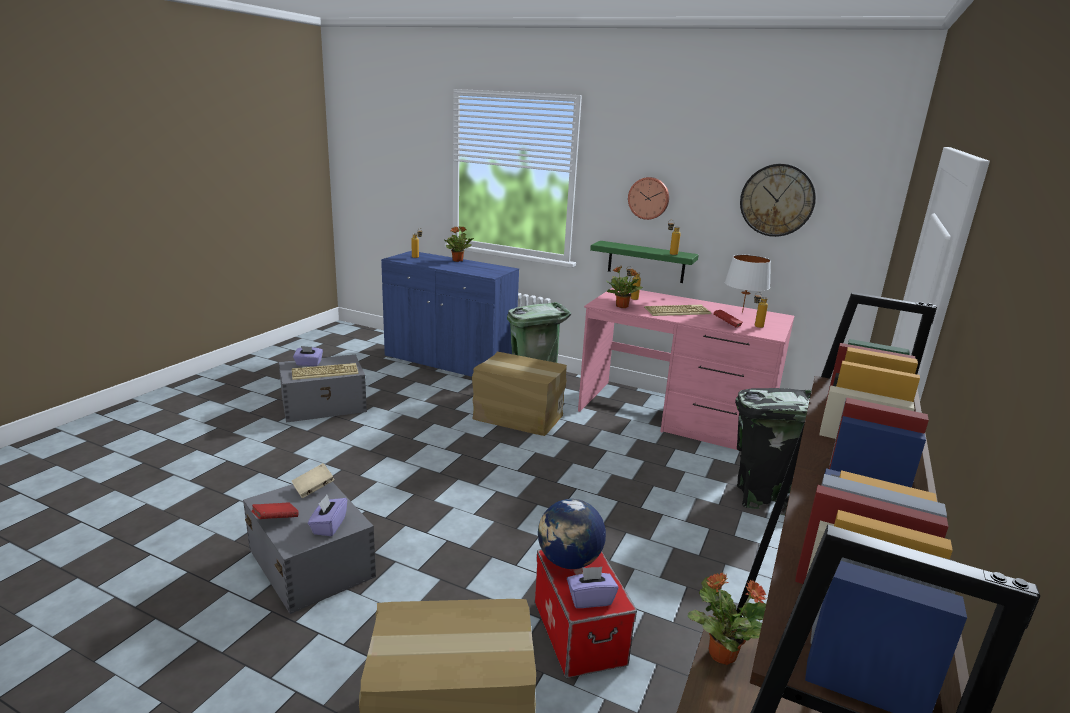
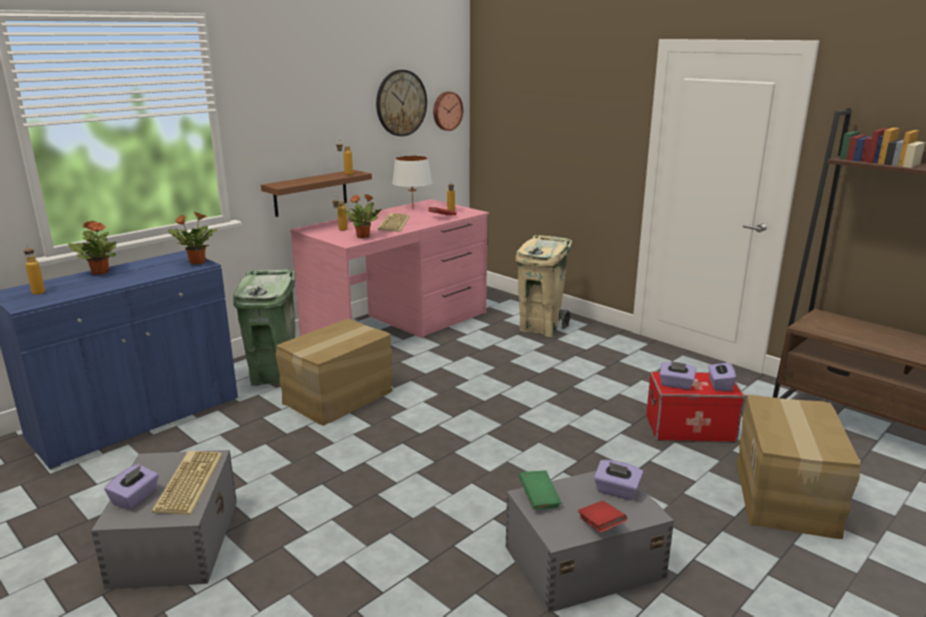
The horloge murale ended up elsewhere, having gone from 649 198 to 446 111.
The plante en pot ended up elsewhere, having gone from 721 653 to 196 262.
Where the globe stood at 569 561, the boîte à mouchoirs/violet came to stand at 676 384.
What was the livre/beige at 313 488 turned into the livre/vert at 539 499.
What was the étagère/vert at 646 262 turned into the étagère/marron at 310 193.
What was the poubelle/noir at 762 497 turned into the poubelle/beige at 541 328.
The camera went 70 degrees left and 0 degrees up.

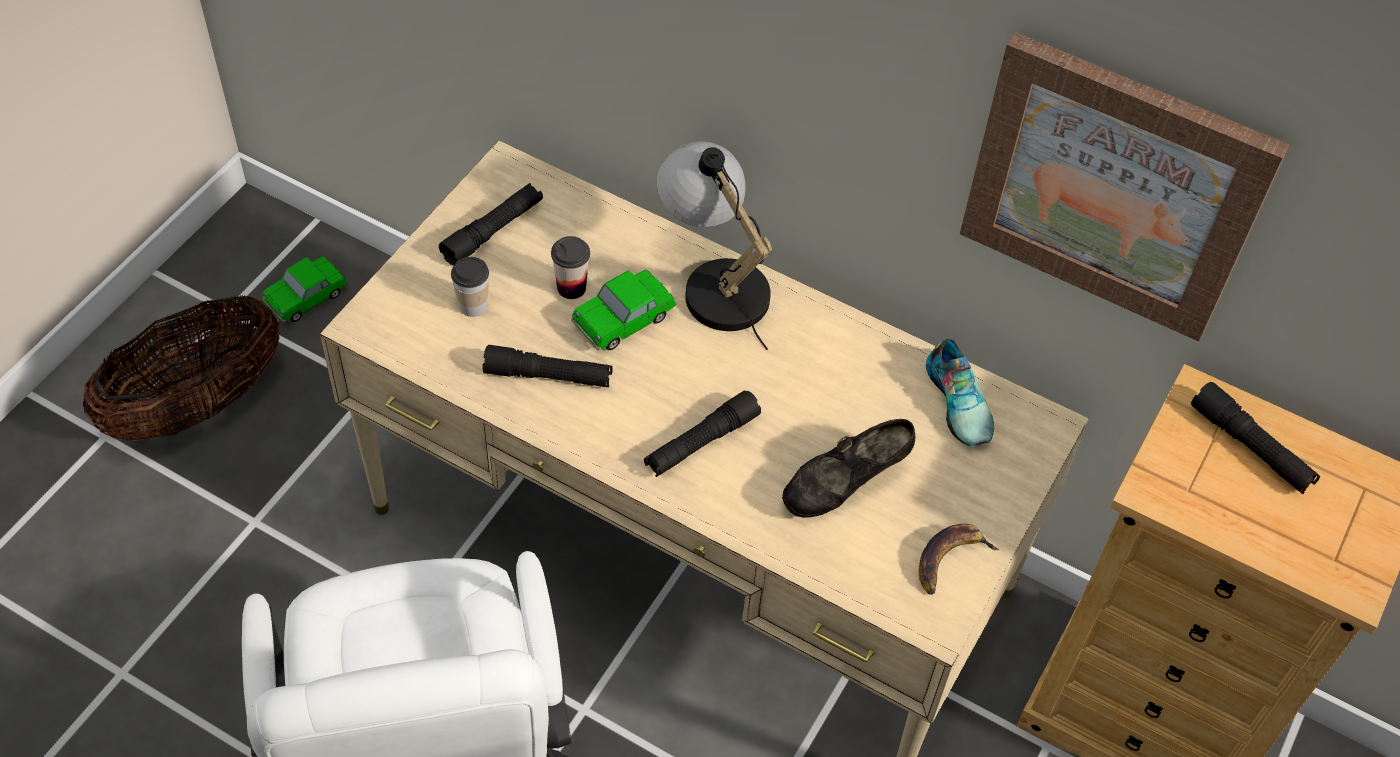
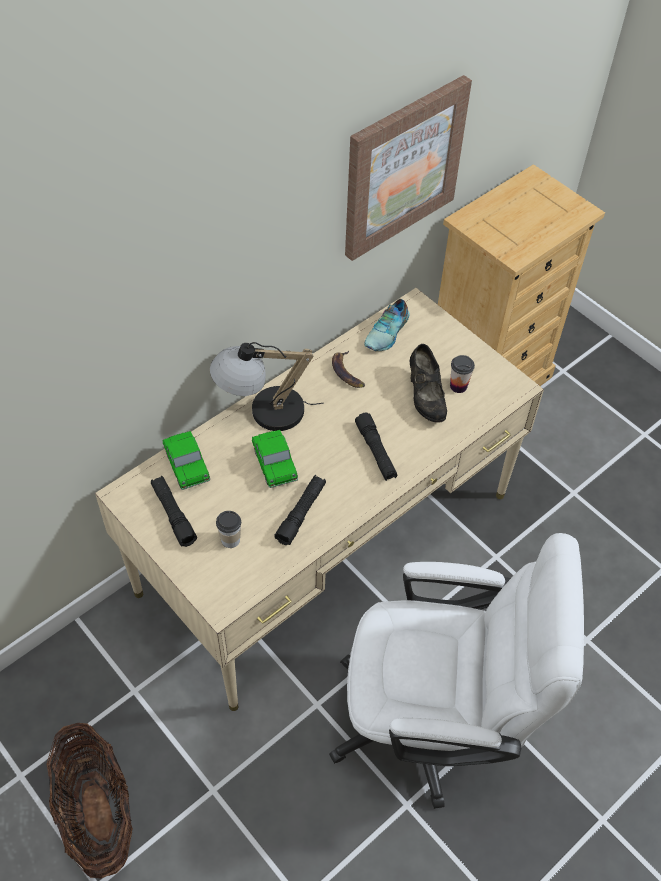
The second view lost the lampe de poche/noir at 1250 447.
The petite voiture ended up elsewhere, having gone from 306 298 to 187 466.
The tasse ended up elsewhere, having gone from 571 288 to 458 386.
The banane ended up elsewhere, having gone from 949 559 to 346 372.
The chaussure at 960 401 ended up facing another way, 120 degrees clockwise from before.
The camera went 70 degrees left and 0 degrees up.

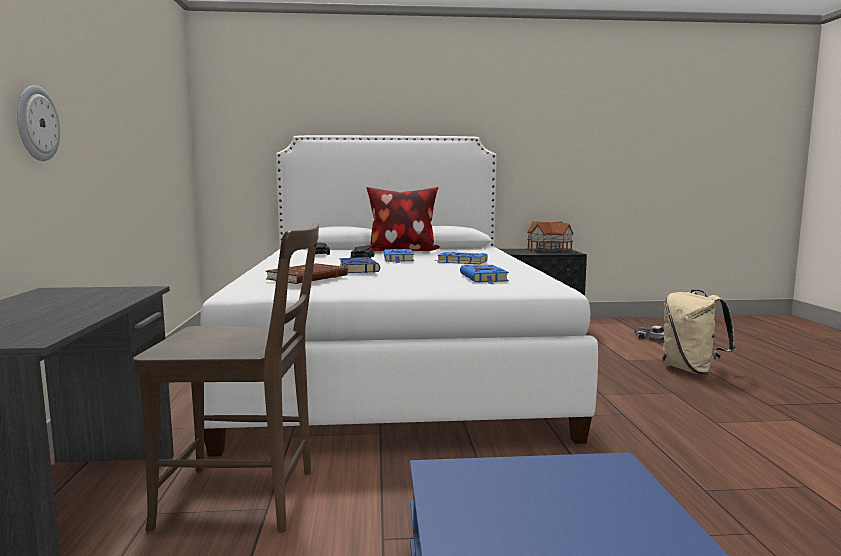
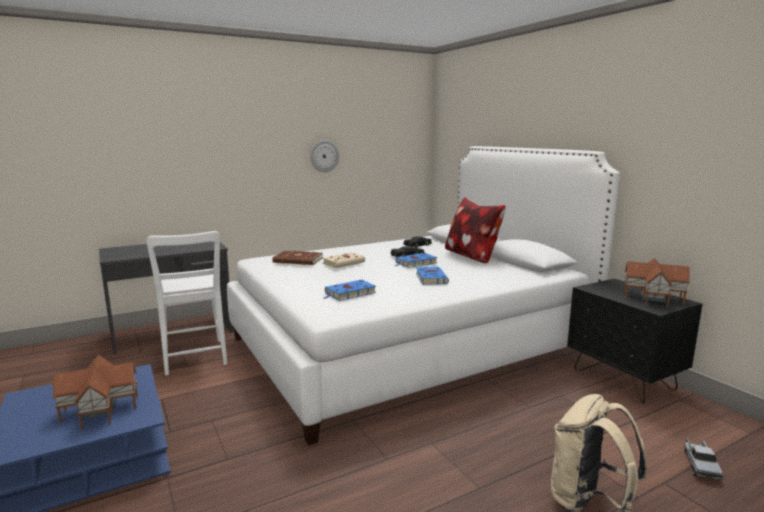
The second view gained the maison miniature at 99 410.
The horloge murale ended up elsewhere, having gone from 36 123 to 324 156.
What was the chaise/marron at 246 499 turned into the chaise/blanc at 195 359.
What was the livre/bleu at 358 269 turned into the livre/beige at 344 263.
The camera went 65 degrees right and 5 degrees up.

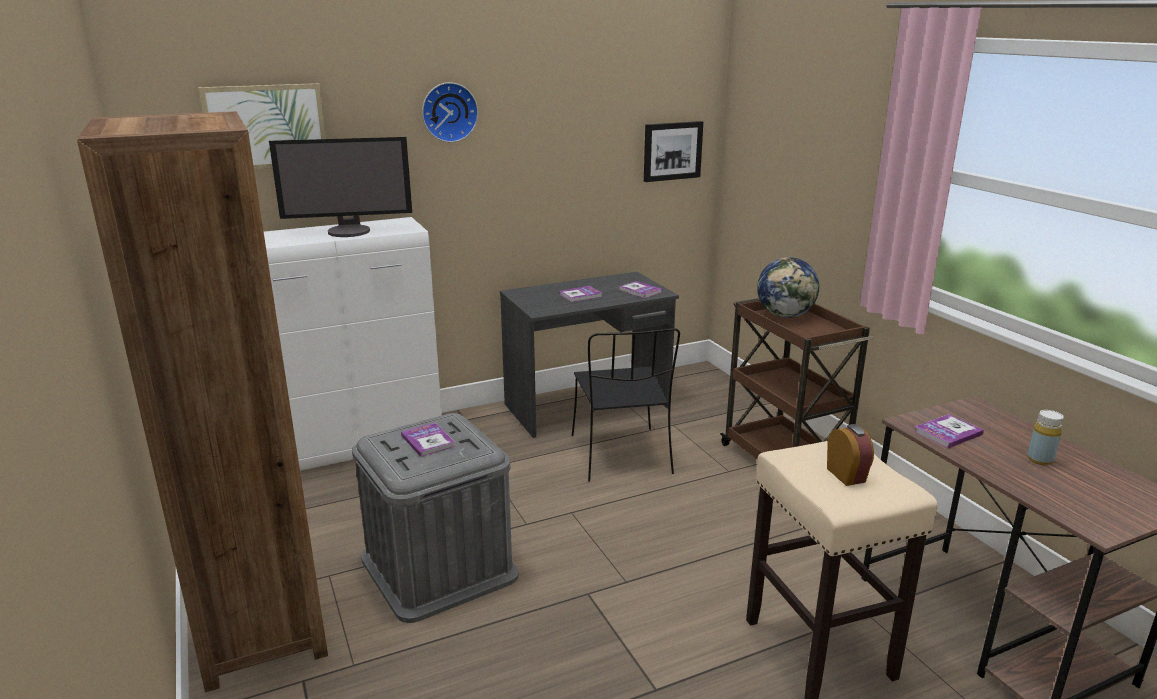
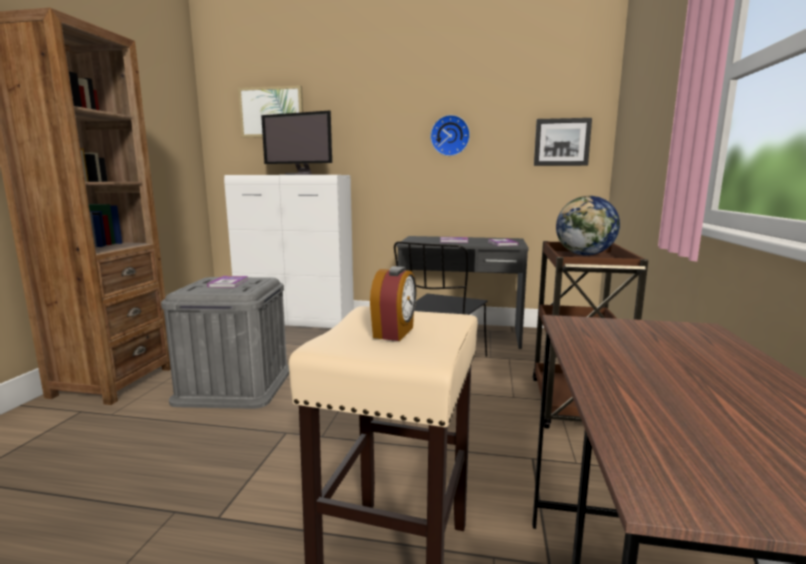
The second view lost the livre at 948 433.
The second view lost the bouteille/jaune at 1040 460.
The horloge murale ended up elsewhere, having gone from 449 112 to 450 135.
The camera went 35 degrees right and 10 degrees down.

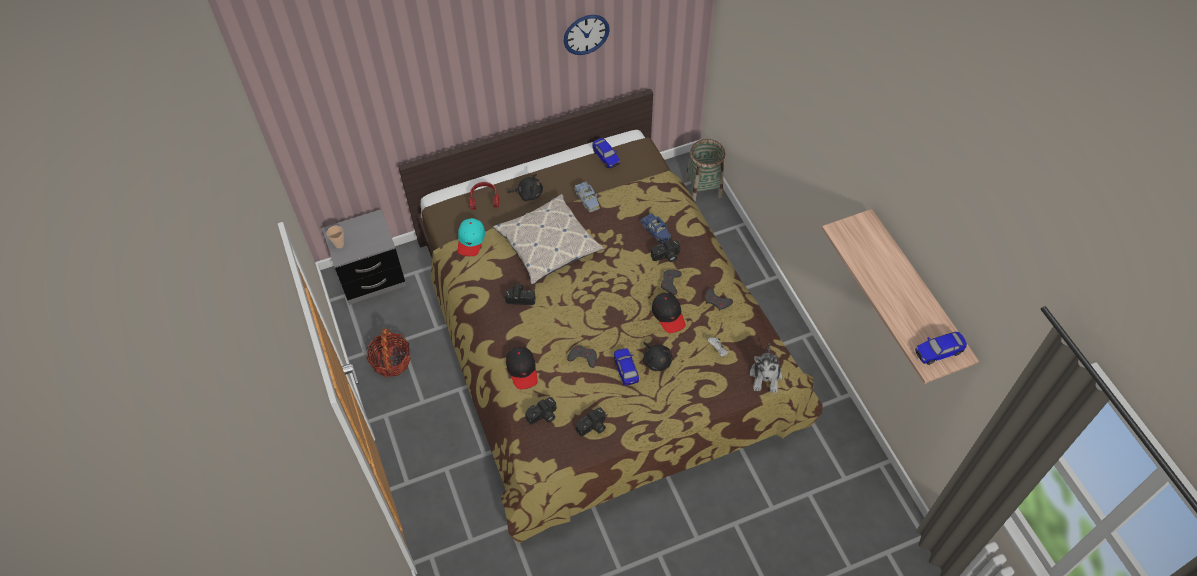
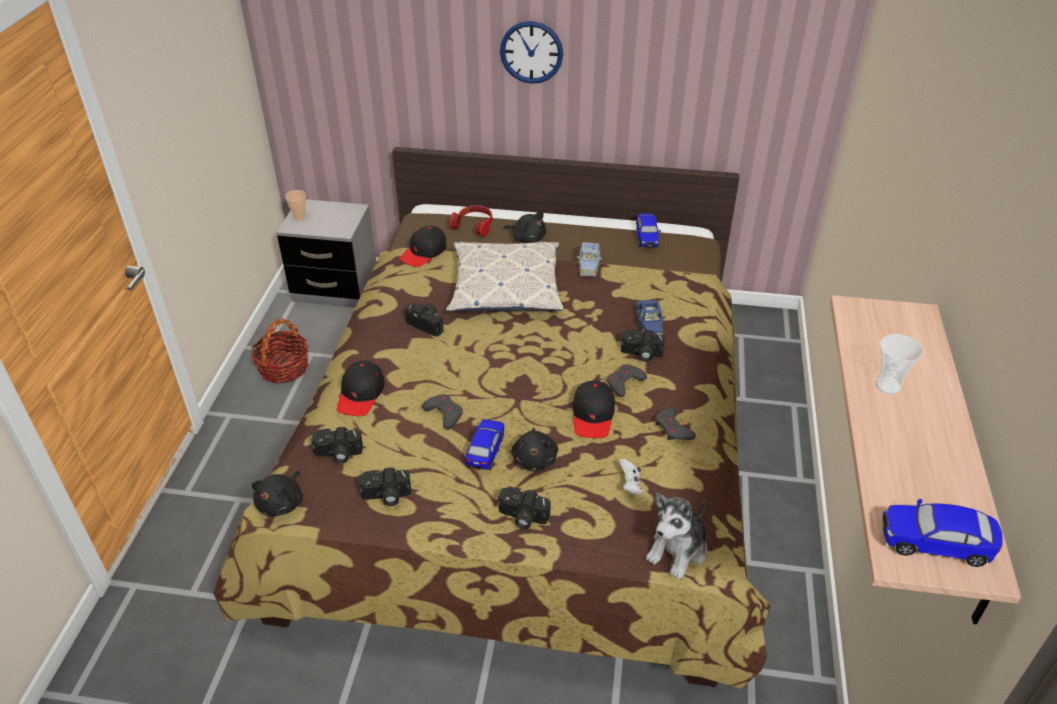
The second view lost the panier at 703 188.
The second view gained the peluche/noir at 282 503.
The second view gained the appareil photo at 522 517.
The second view gained the tasse at 888 386.
The horloge murale ended up elsewhere, having gone from 586 34 to 531 52.
What was the casquette/turquoise at 471 240 turned into the casquette/noir at 424 252.
The camera went 30 degrees right and 15 degrees down.

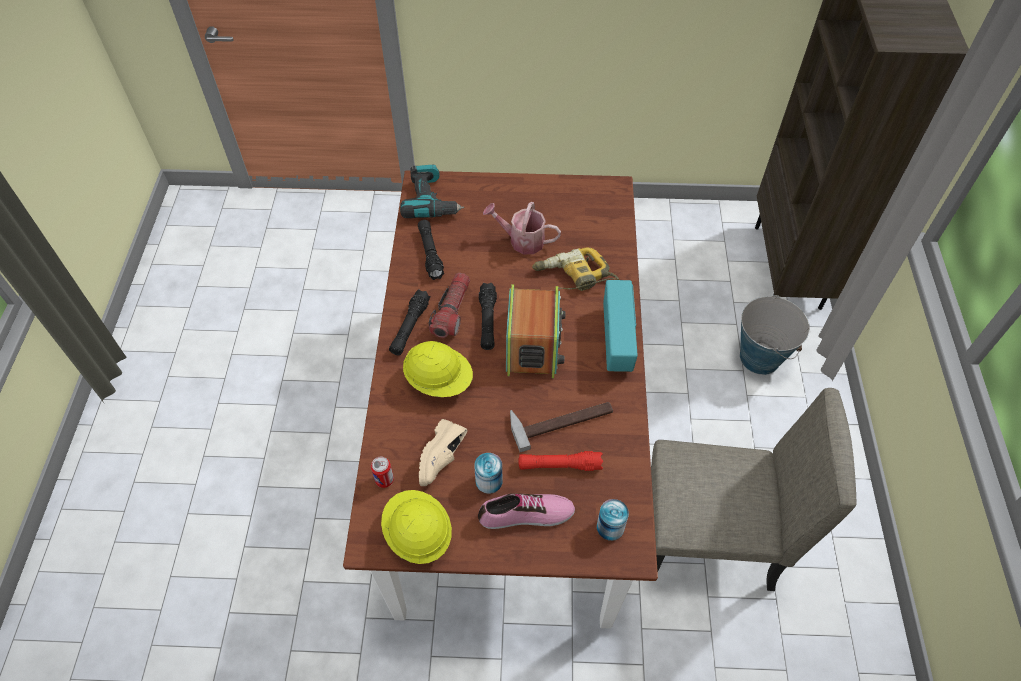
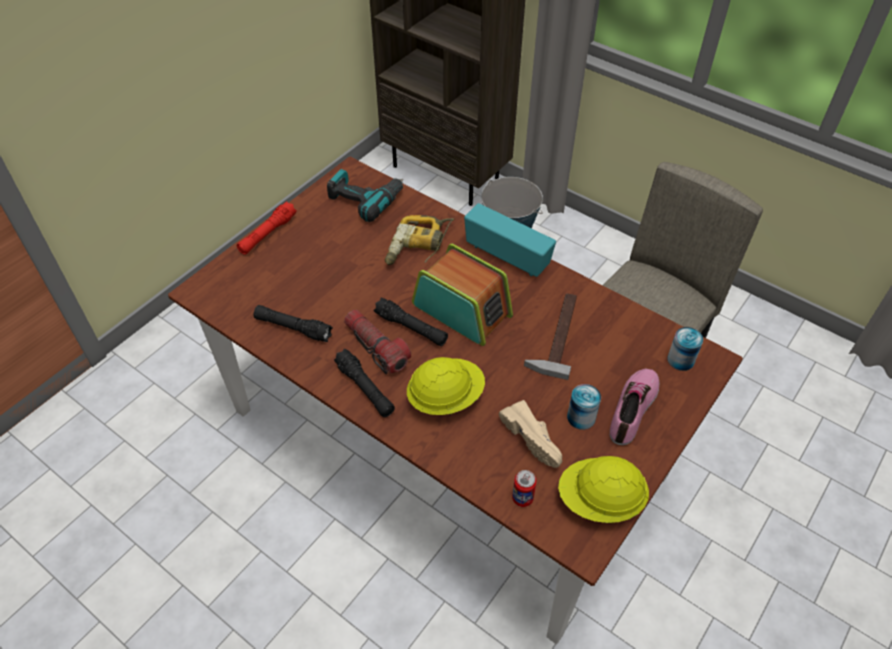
The second view lost the arrosoir at 522 240.
The perceuse ended up elsewhere, having gone from 431 200 to 365 199.
The lampe de poche/rouge ended up elsewhere, having gone from 559 465 to 267 234.
The camera went 55 degrees left and 5 degrees down.

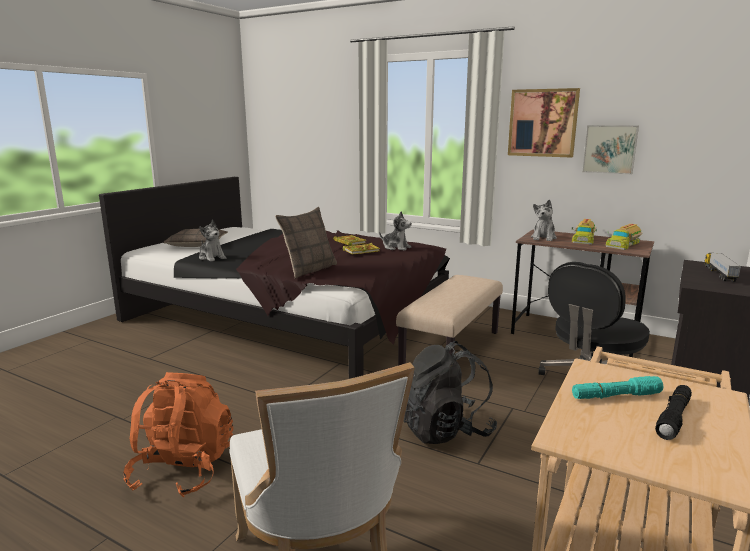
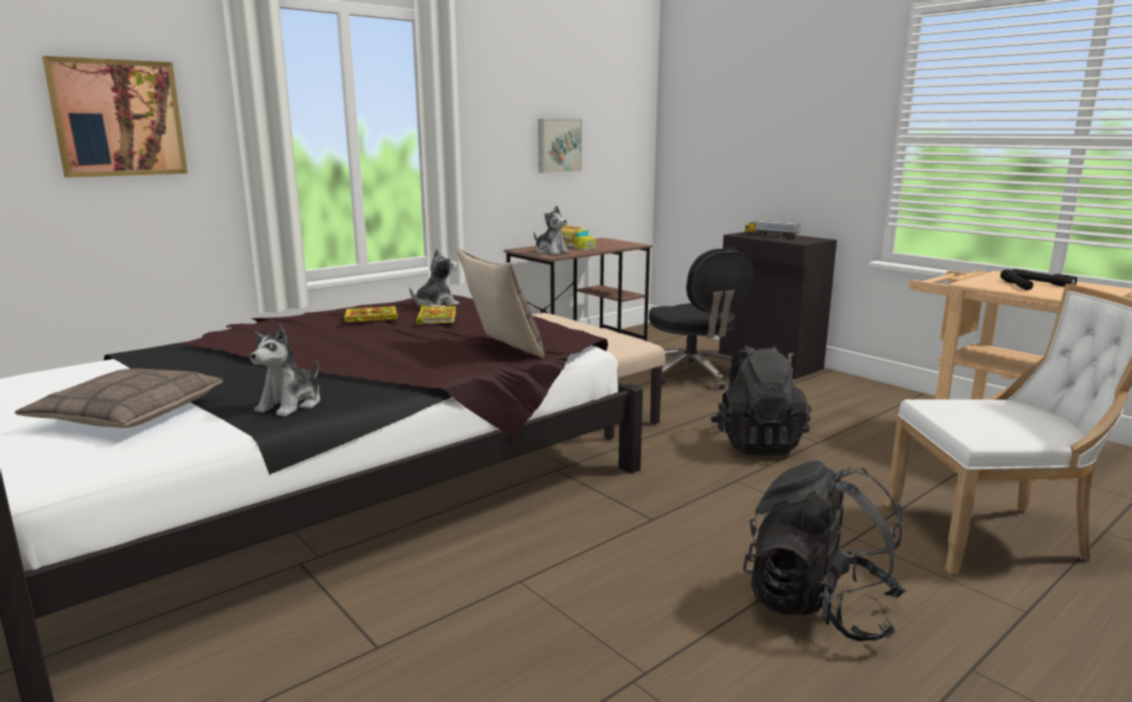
The second view lost the camion jouet at 623 244.
The tableau ended up elsewhere, having gone from 542 123 to 118 118.
What was the sac à dos/orange at 183 470 turned into the sac à dos/noir at 818 607.
What was the lampe de poche/turquoise at 615 396 turned into the lampe de poche/noir at 1015 285.
The peluche at 212 257 ended up facing another way, 135 degrees clockwise from before.
The camera went 70 degrees left and 0 degrees up.

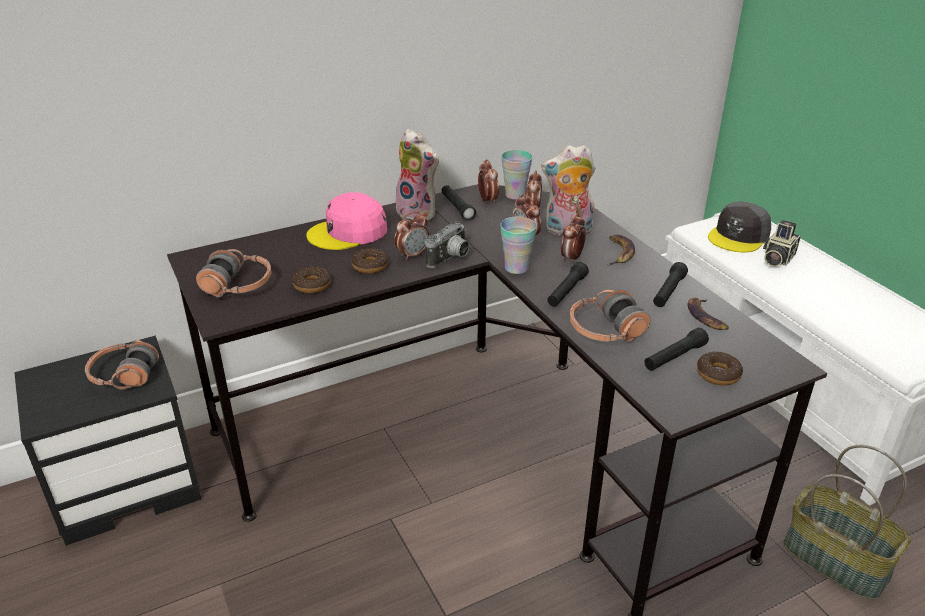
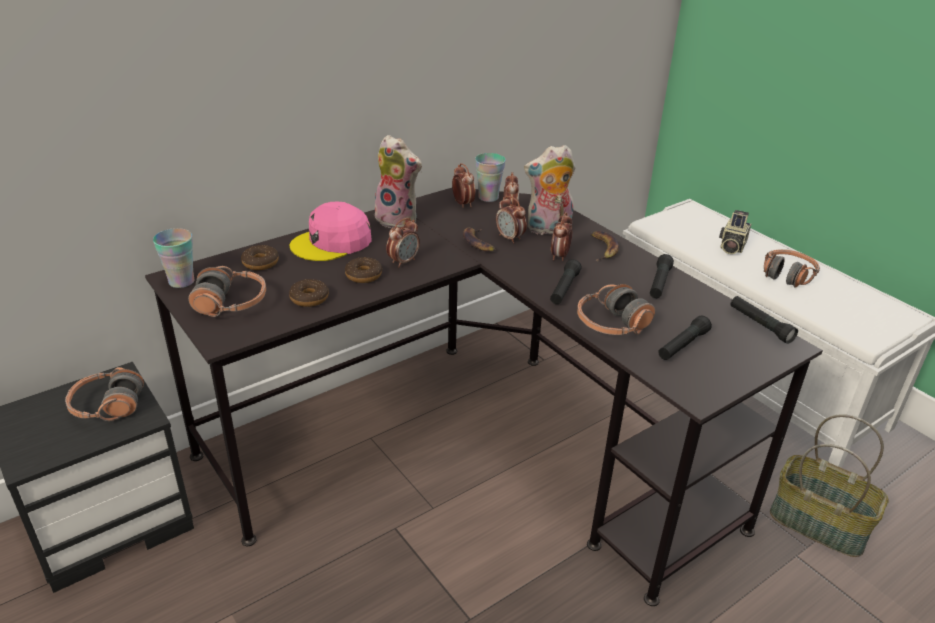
The second view lost the appareil photo at 451 259.
The second view lost the casquette/gris at 739 236.
The second view gained the casque audio at 787 275.
The lampe de poche/noir ended up elsewhere, having gone from 457 208 to 760 325.
The tasse ended up elsewhere, having gone from 516 268 to 181 281.
The banane ended up elsewhere, having gone from 705 317 to 478 243.
The beignet ended up elsewhere, having gone from 718 374 to 260 263.
The camera went 10 degrees left and 0 degrees up.

